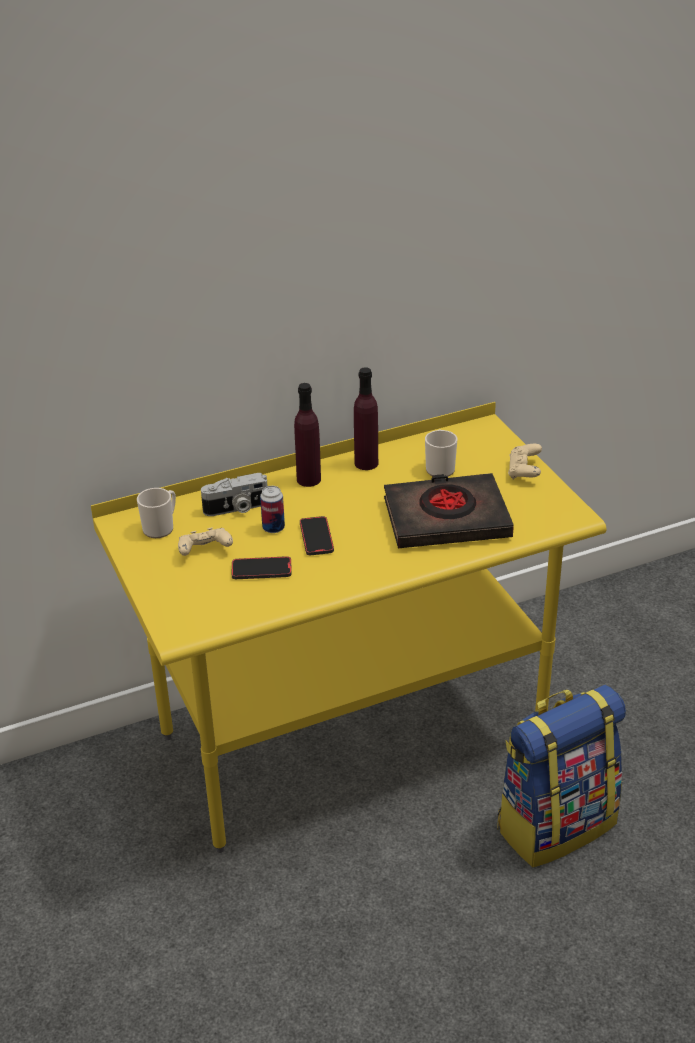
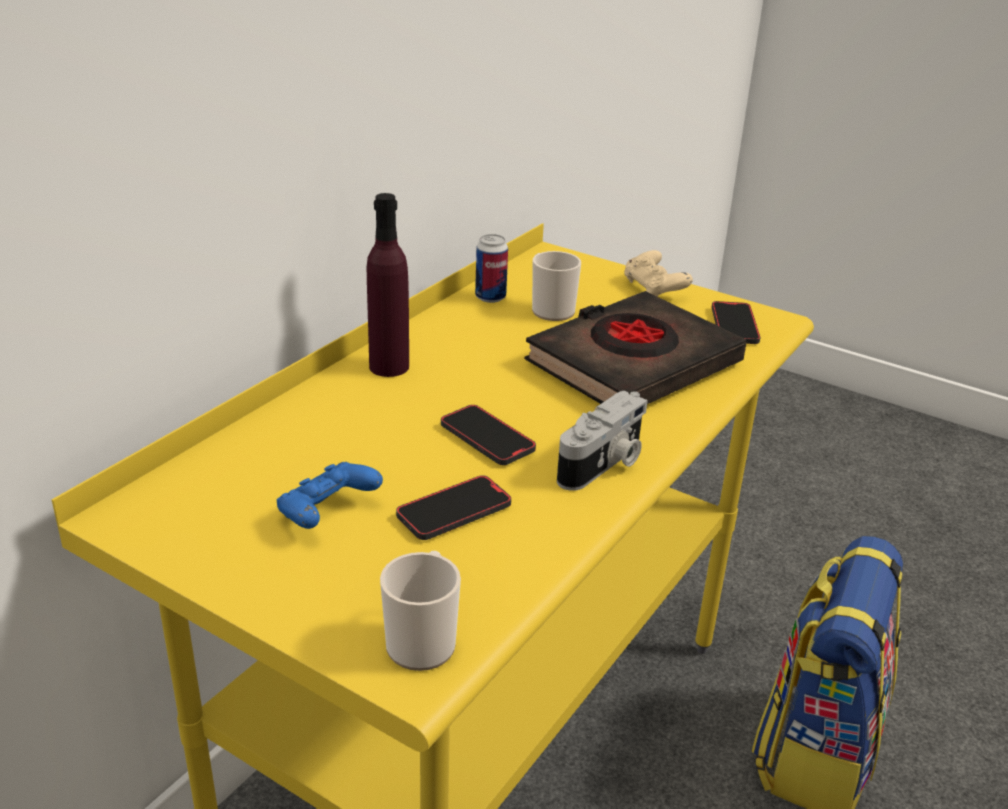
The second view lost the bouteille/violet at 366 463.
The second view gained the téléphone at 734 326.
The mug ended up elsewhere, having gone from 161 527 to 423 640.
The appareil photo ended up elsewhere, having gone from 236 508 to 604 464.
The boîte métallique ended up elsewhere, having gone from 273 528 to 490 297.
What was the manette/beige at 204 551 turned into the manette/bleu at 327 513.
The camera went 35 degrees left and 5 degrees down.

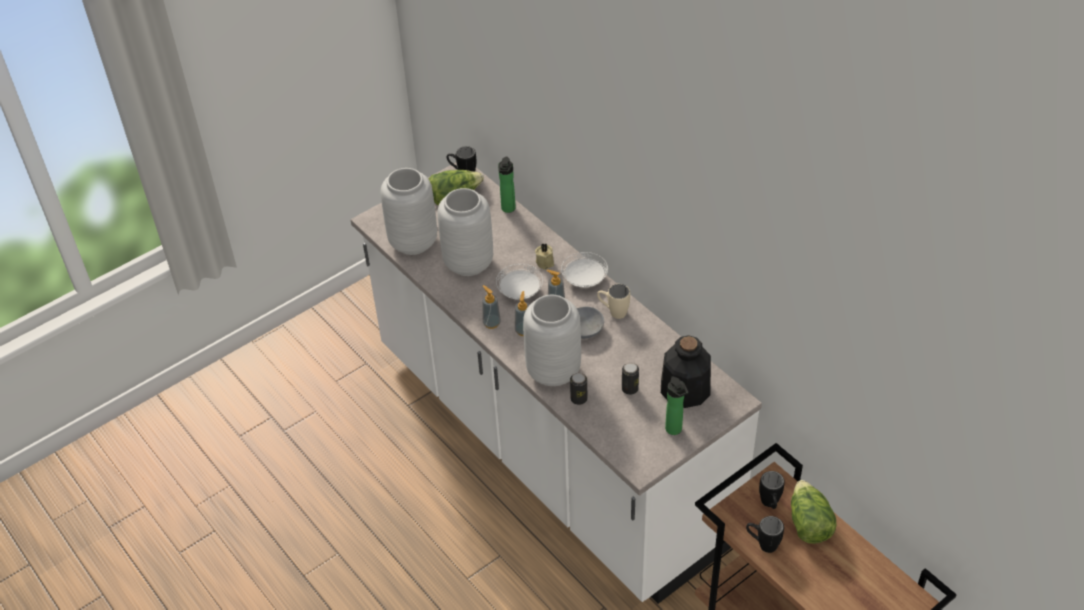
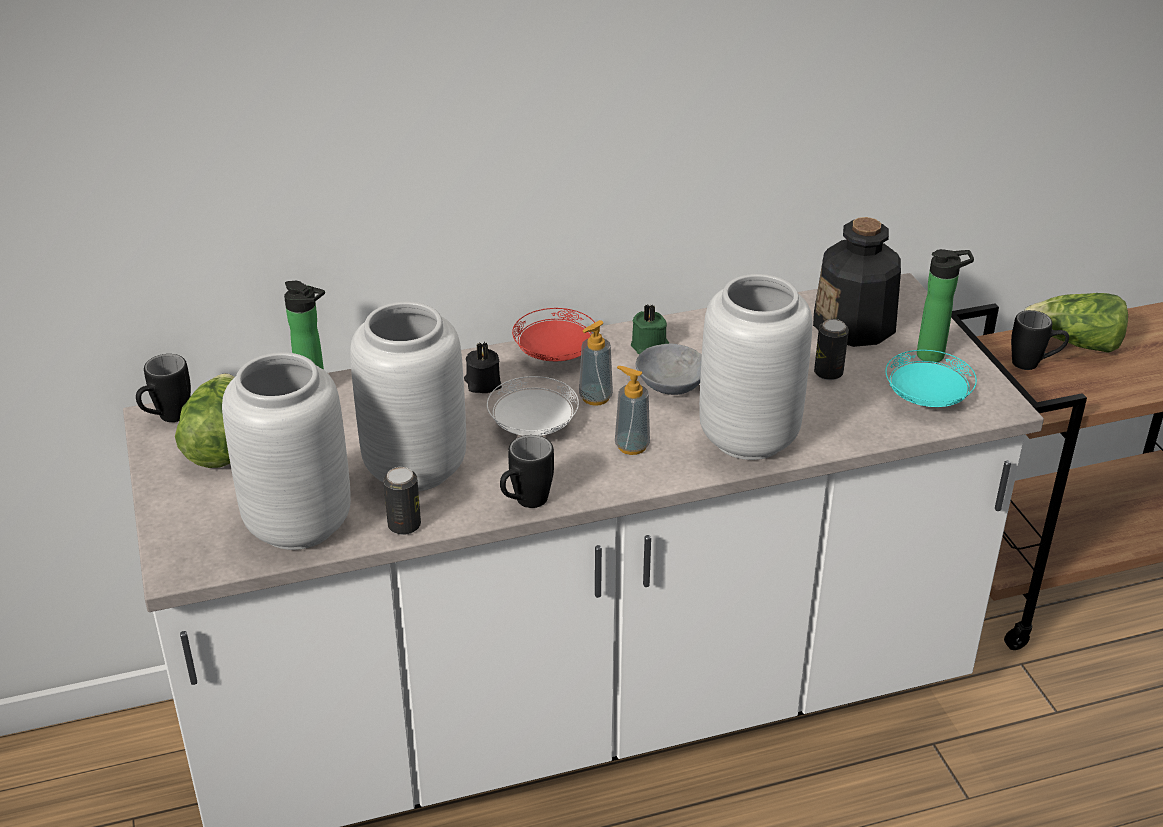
The second view lost the distributeur de savon at 491 323.
The second view gained the assiette/turquoise at 927 399.
The boîte métallique ended up elsewhere, having gone from 578 399 to 404 525.
The mug/noir ended up elsewhere, having gone from 762 544 to 524 504.
Where the mug/beige stood at 613 312, the bougie/vert came to stand at 650 346.
What was the bougie/beige at 545 262 turned into the bougie/noir at 482 383.
What was the assiette/blanc at 584 279 turned into the assiette/rouge at 555 355.
The camera went 70 degrees left and 10 degrees down.

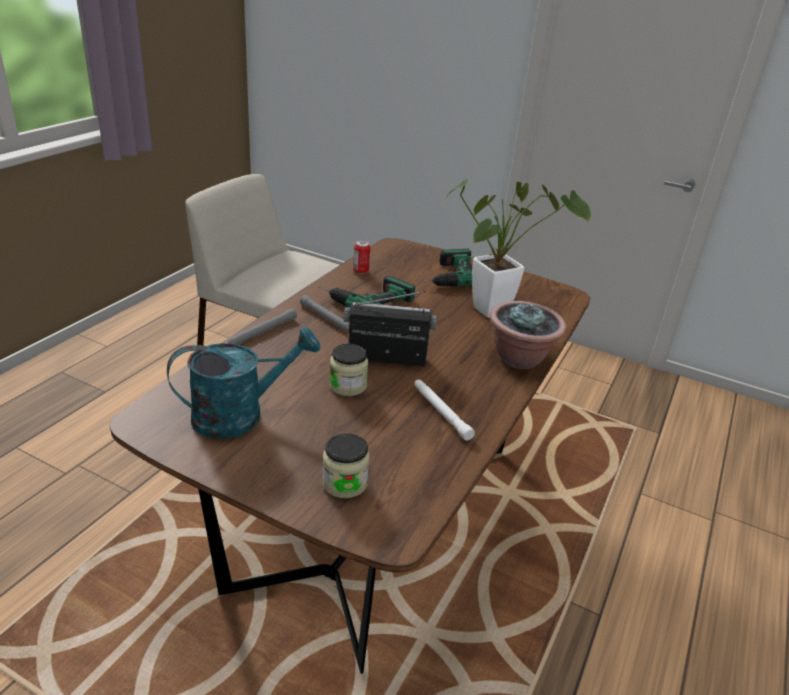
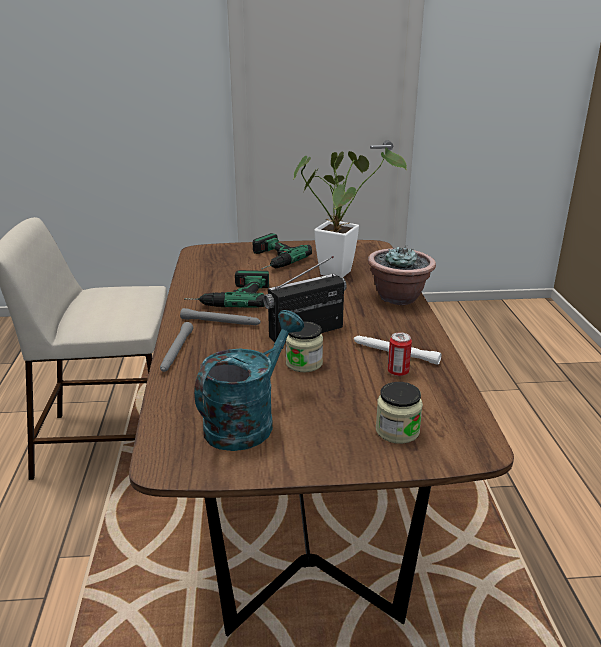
The boîte métallique ended up elsewhere, having gone from 361 271 to 398 372.
The camera went 30 degrees left and 5 degrees down.

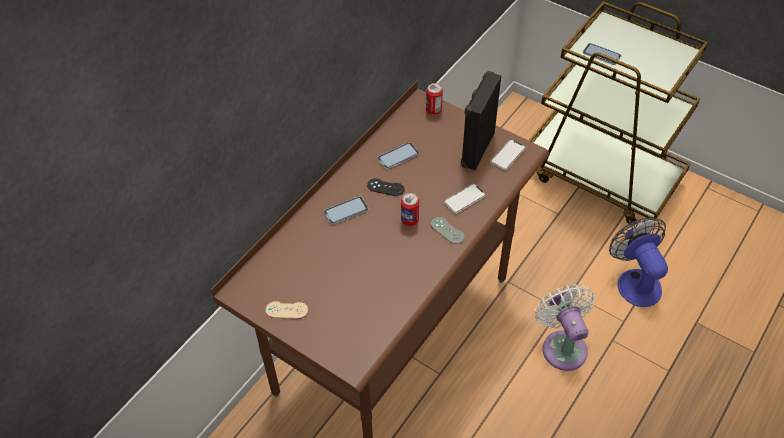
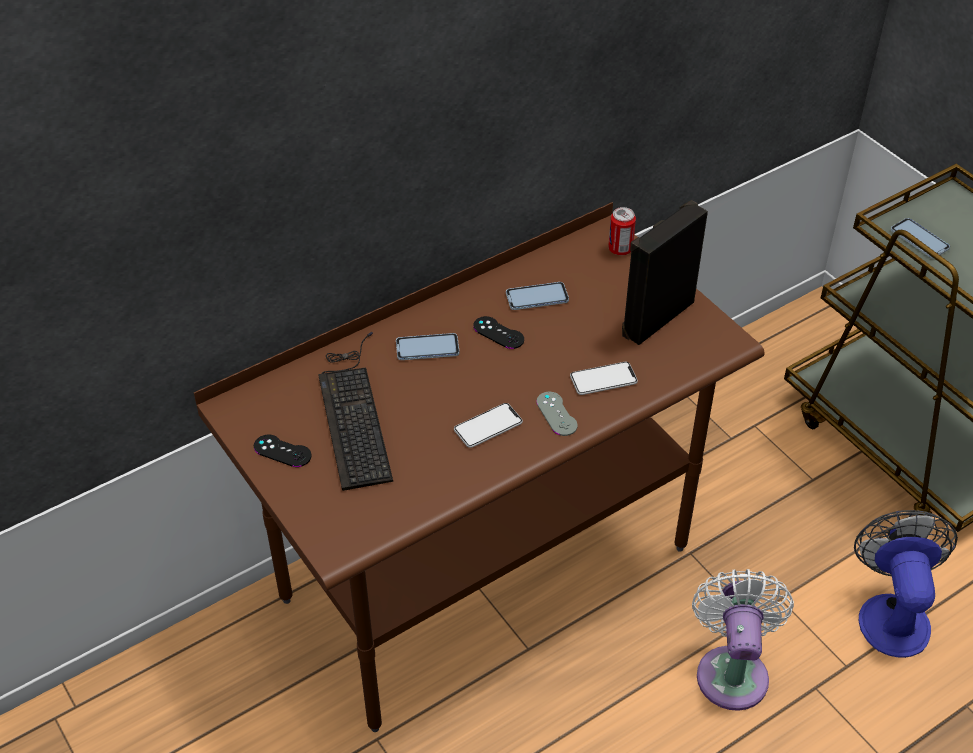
The second view lost the boîte métallique at 409 220.
The second view gained the clavier at 354 412.
The téléphone ended up elsewhere, having gone from 508 155 to 488 426.
What was the manette/beige at 286 310 turned into the manette/noir at 282 451.
The camera went 20 degrees right and 5 degrees down.

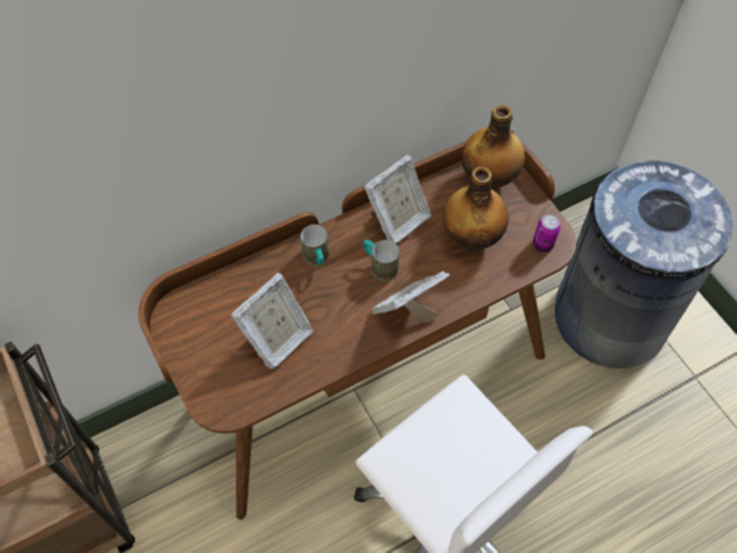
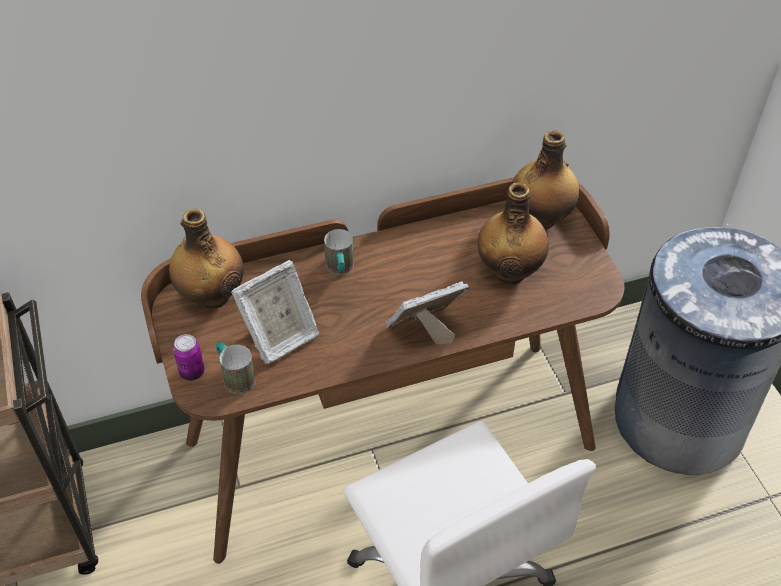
The second view lost the cadre photo at 397 221.
The second view gained the bouteille at 212 296.
The mug ended up elsewhere, having gone from 379 266 to 235 377.
The boîte métallique ended up elsewhere, having gone from 542 245 to 192 372.
The camera went 10 degrees right and 10 degrees down.

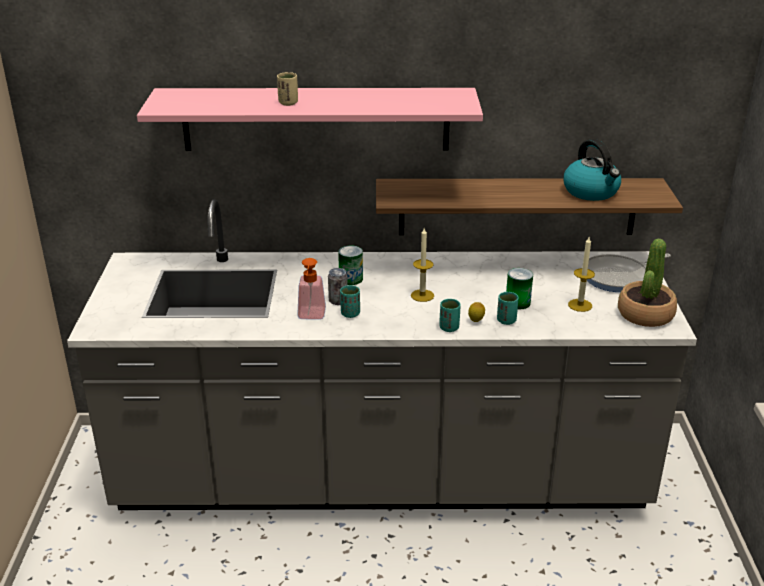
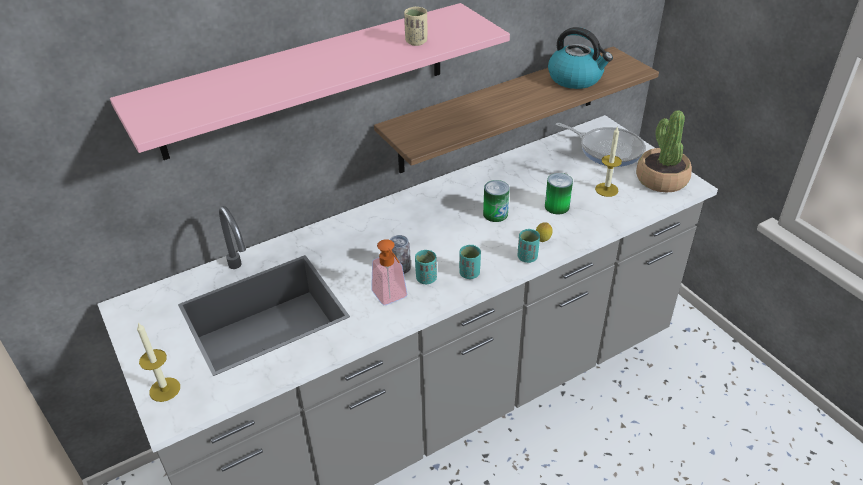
The tasse/beige ended up elsewhere, having gone from 288 103 to 416 42.
The boîte métallique ended up elsewhere, having gone from 351 279 to 495 214.
The bougie ended up elsewhere, having gone from 422 295 to 164 389.
The tasse/turquoise ended up elsewhere, having gone from 506 320 to 469 273.
The poêle at 618 277 ended up facing another way, 90 degrees counterclockwise from before.
The camera went 30 degrees left and 10 degrees up.

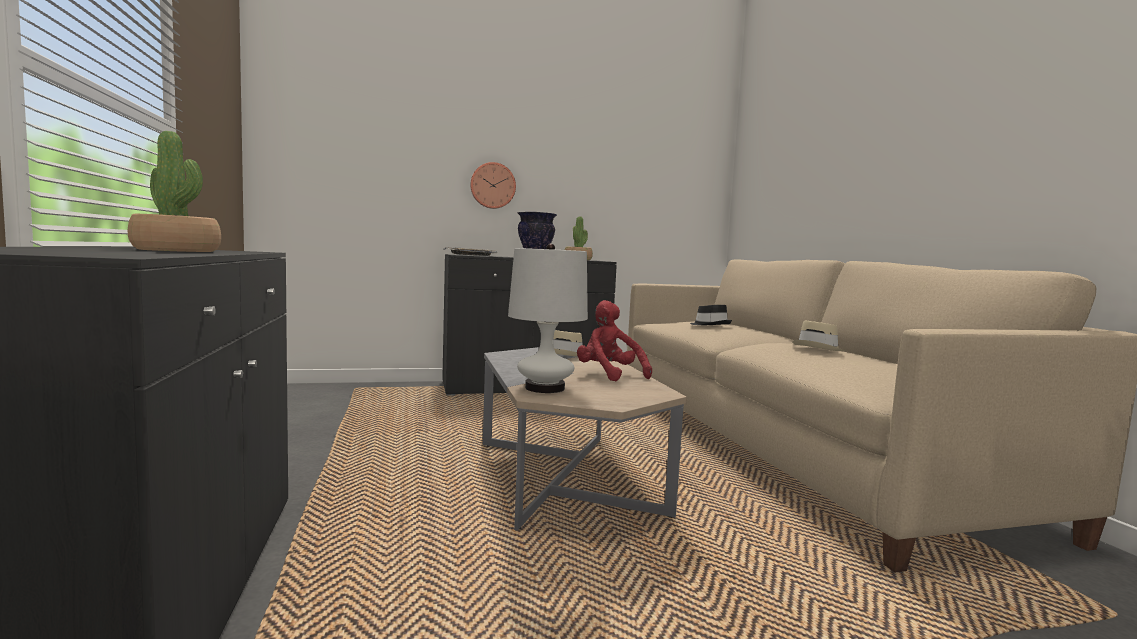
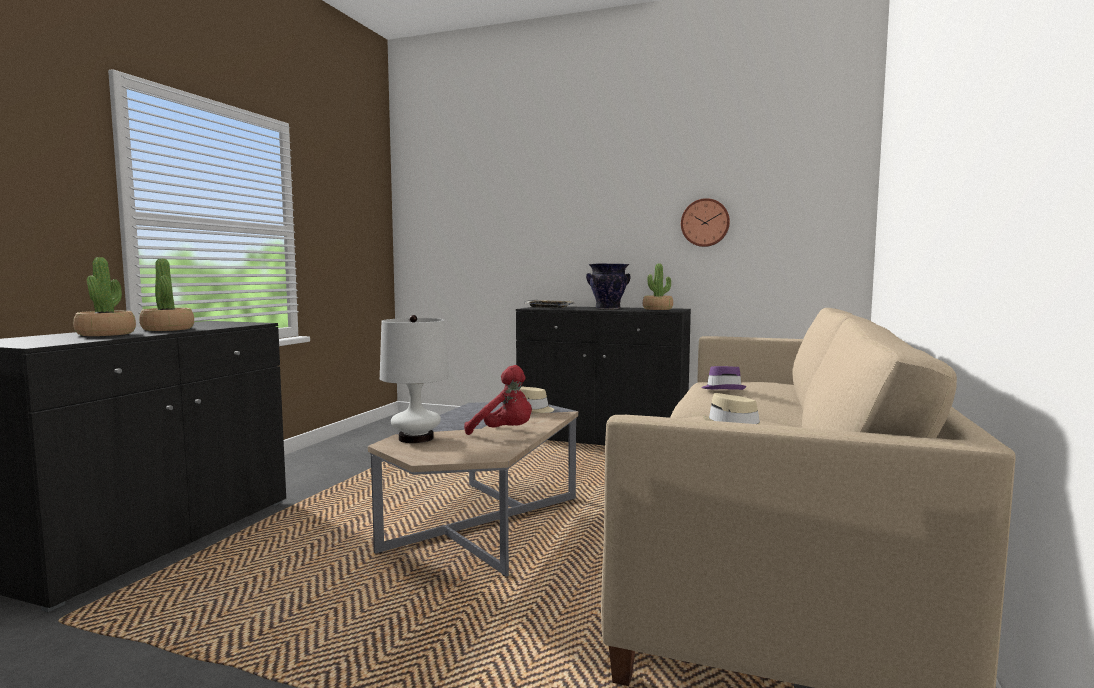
The second view gained the plante en pot at 106 334.
The horloge murale ended up elsewhere, having gone from 492 185 to 705 223.
What was the chapeau/noir at 710 325 turned into the chapeau/violet at 723 389.
The peluche/rouge at 609 375 ended up facing another way, 120 degrees clockwise from before.
The camera went 35 degrees right and 0 degrees up.

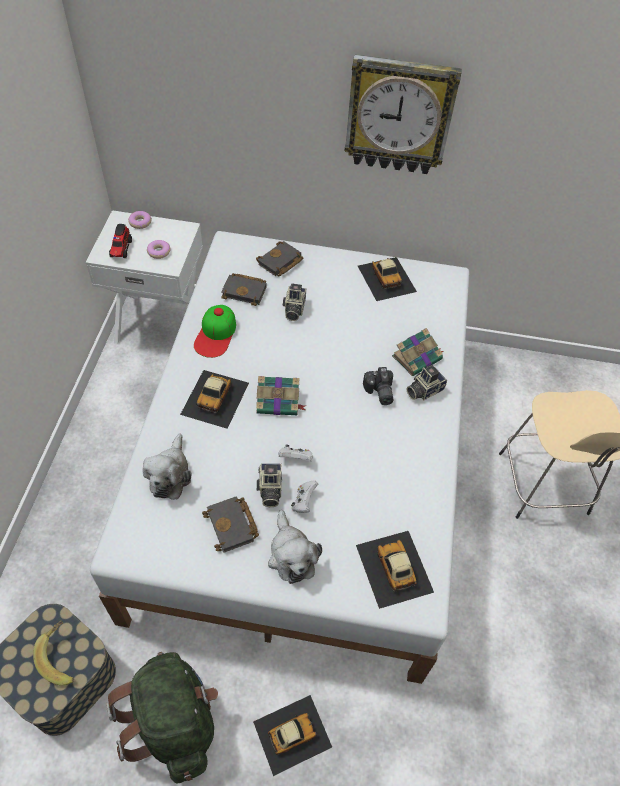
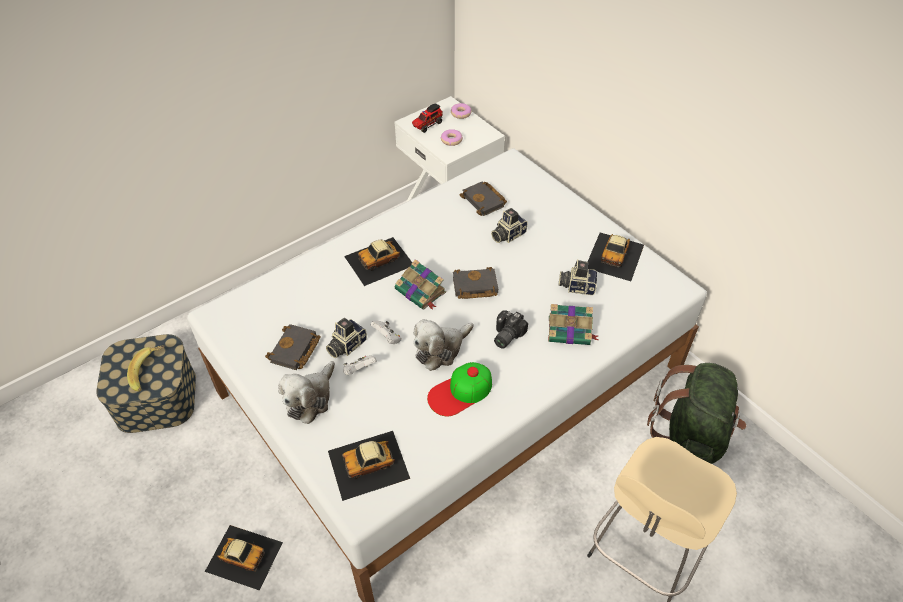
The second view lost the horloge murale at 399 116.
The sac à dos/vert ended up elsewhere, having gone from 174 722 to 690 437.
The peluche ended up elsewhere, having gone from 170 474 to 441 349.
The casquette ended up elsewhere, having gone from 216 334 to 460 392.
The livre/noir ended up elsewhere, having gone from 280 263 to 474 287.
The appareil photo ended up elsewhere, having gone from 423 390 to 576 286.
The petite voiture at 394 568 ended up facing another way, 135 degrees counterclockwise from before.
The camera went 45 degrees right and 5 degrees down.

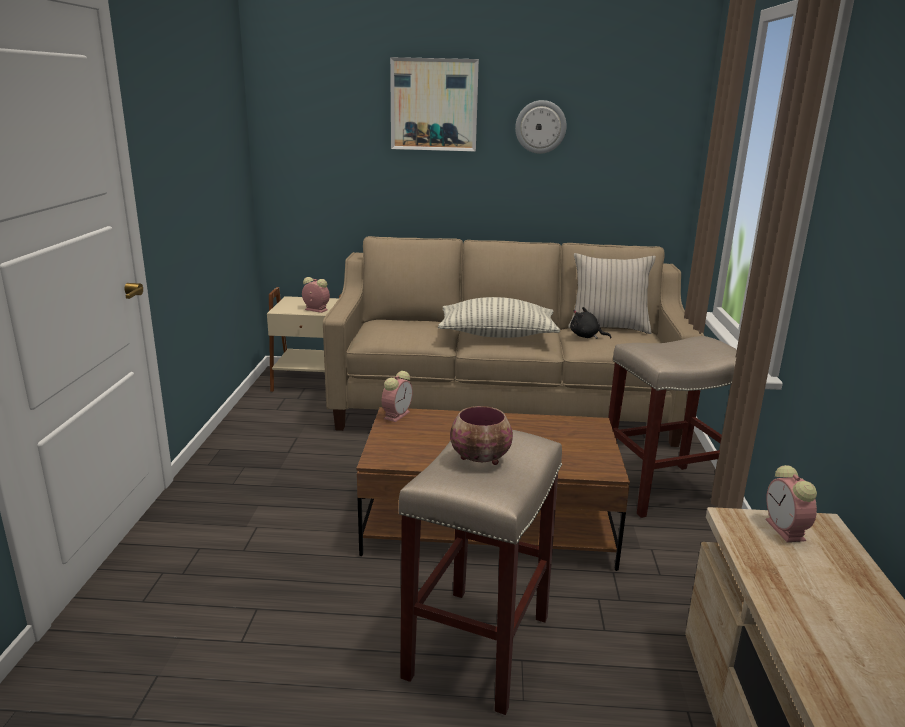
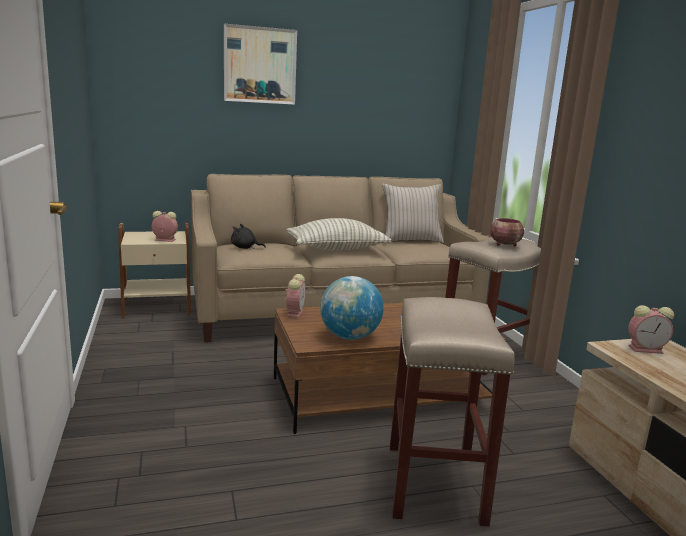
The second view lost the horloge murale at 540 127.
The second view gained the globe at 349 337.
The bol ended up elsewhere, having gone from 481 459 to 506 245.
The peluche/noir ended up elsewhere, having gone from 586 336 to 245 248.
The réveil at 786 531 ended up facing another way, 60 degrees counterclockwise from before.
The camera went 20 degrees left and 5 degrees down.

